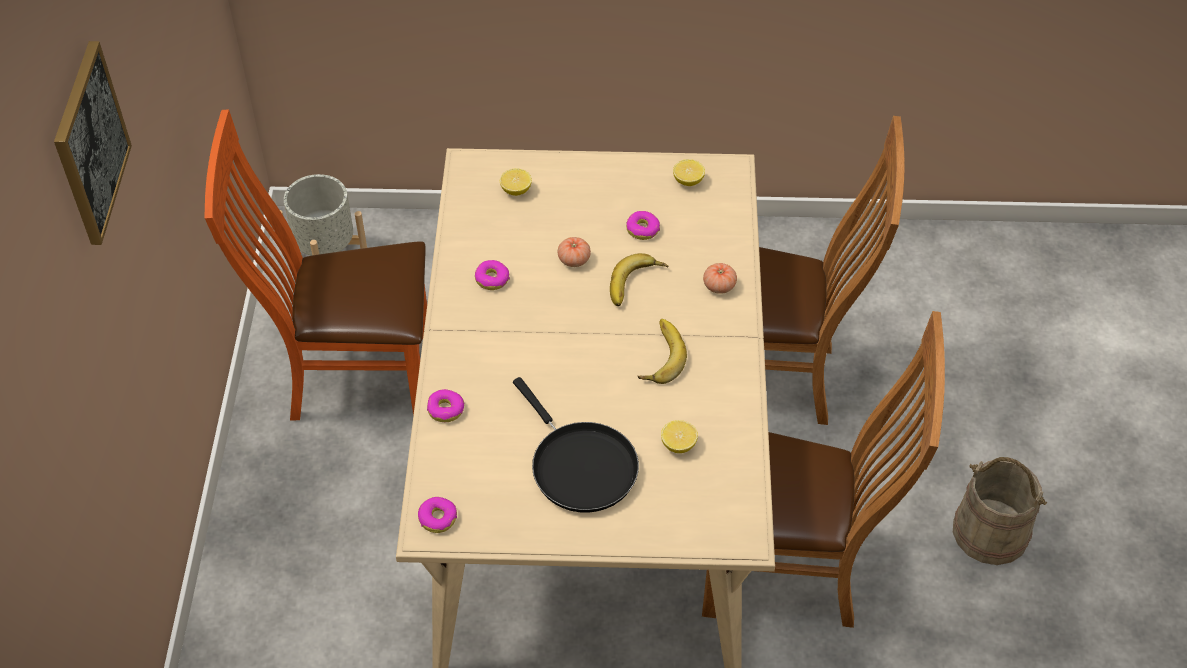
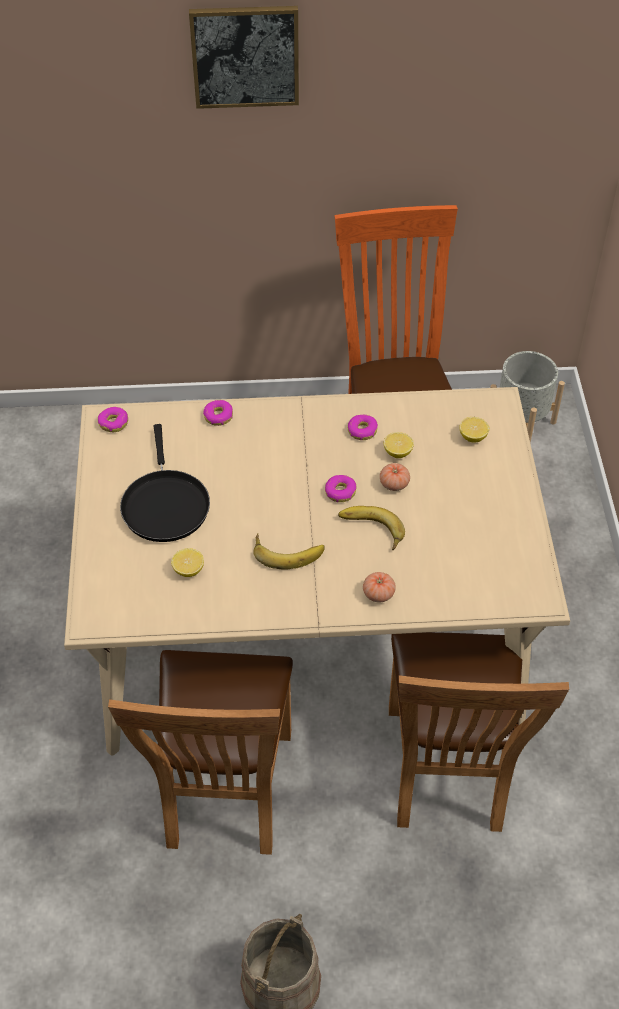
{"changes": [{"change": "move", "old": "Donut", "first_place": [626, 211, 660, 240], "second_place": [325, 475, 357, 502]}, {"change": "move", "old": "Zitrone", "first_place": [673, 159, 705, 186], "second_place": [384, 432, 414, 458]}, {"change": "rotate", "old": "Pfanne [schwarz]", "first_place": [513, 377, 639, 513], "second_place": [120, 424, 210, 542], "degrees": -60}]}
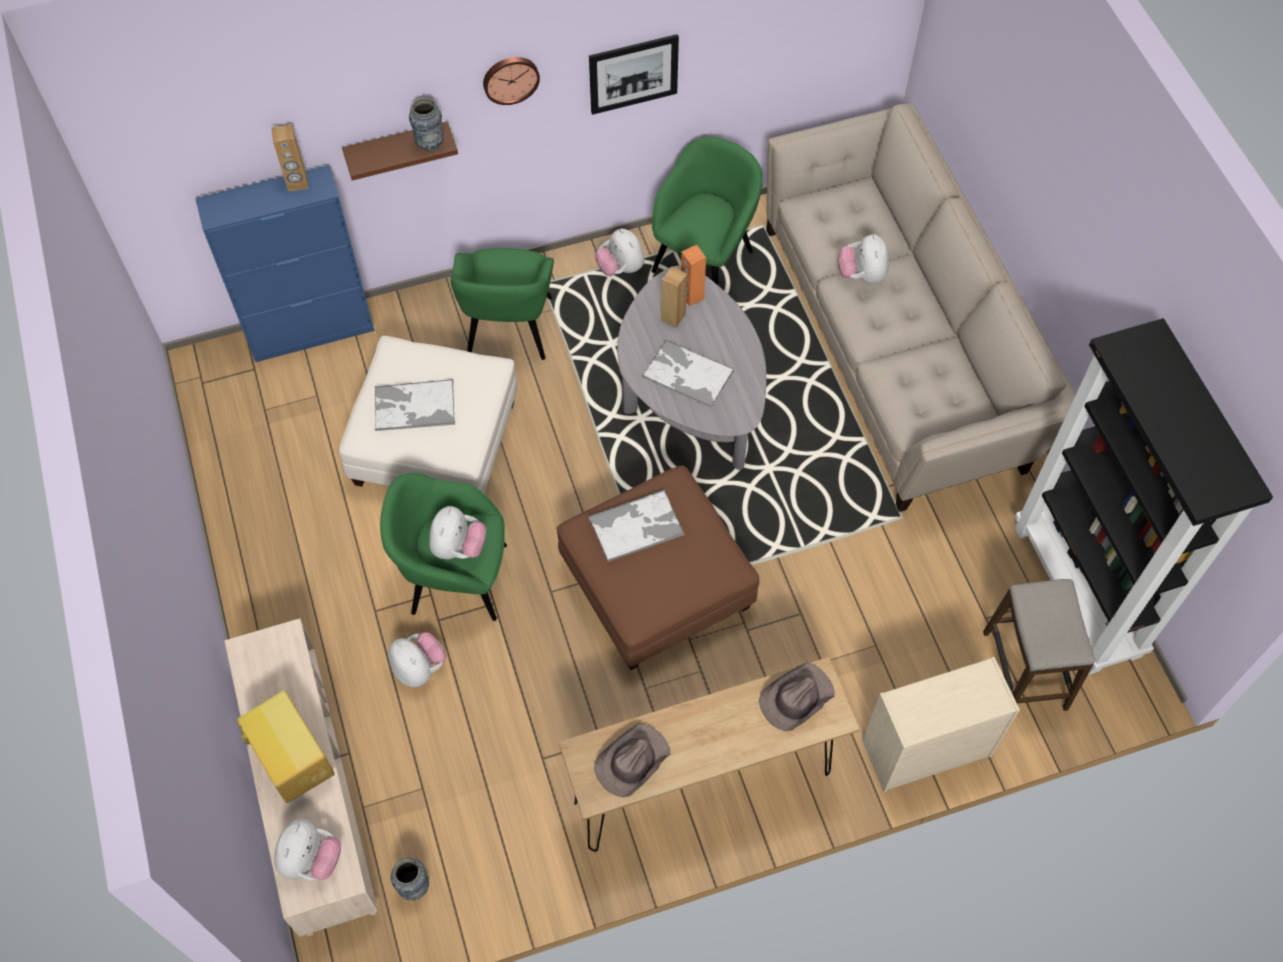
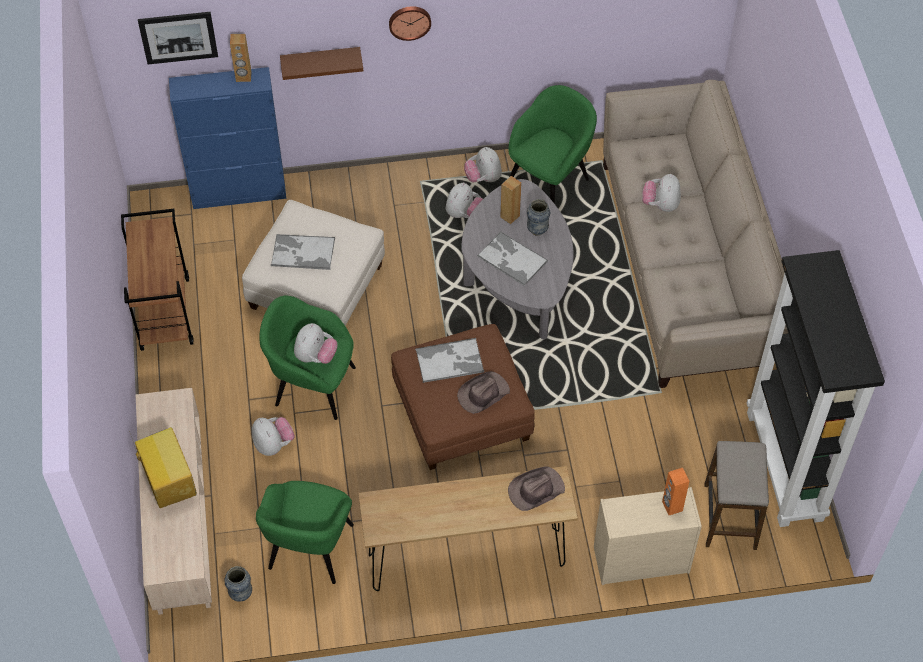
{"changes": [{"change": "insert", "new": "Rollwagen [braun]", "second_place": [121, 209, 194, 351]}, {"change": "move", "old": "Plüschtier", "first_place": [274, 818, 341, 881], "second_place": [446, 182, 483, 218]}, {"change": "move", "old": "Vase", "first_place": [409, 97, 444, 152], "second_place": [527, 199, 551, 236]}, {"change": "move", "old": "Sessel [grün]", "first_place": [451, 248, 554, 360], "second_place": [256, 481, 354, 584]}, {"change": "move", "old": "Bild", "first_place": [589, 34, 679, 115], "second_place": [138, 12, 218, 65]}, {"change": "move", "old": "Hut [braun]", "first_place": [594, 723, 670, 798], "second_place": [457, 371, 510, 414]}, {"change": "move", "old": "Lautsprecher [orange]", "first_place": [681, 245, 706, 306], "second_place": [662, 468, 689, 515]}]}
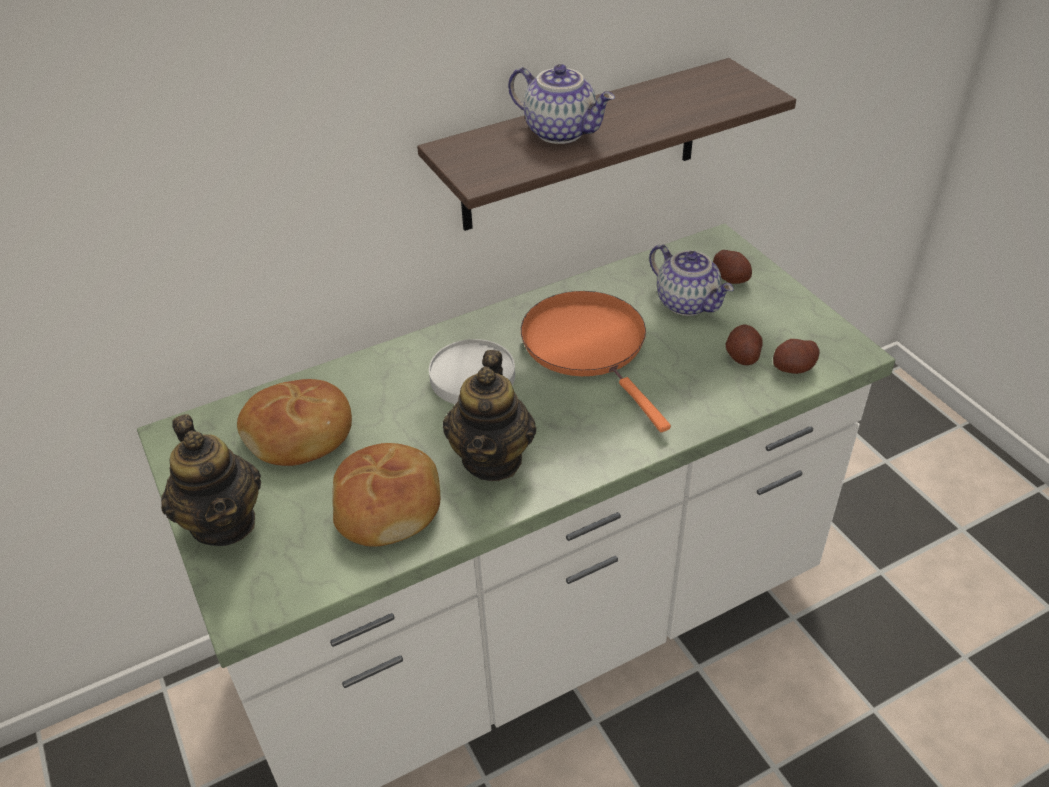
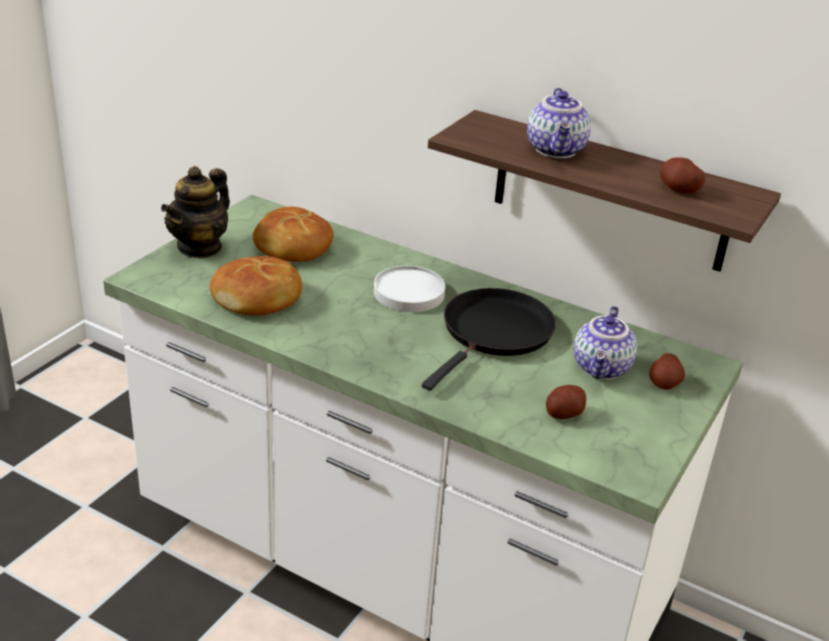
{"changes": [{"change": "delete", "old": "Teekanne", "first_place": [443, 350, 536, 481]}, {"change": "move", "old": "Kartoffel", "first_place": [773, 339, 819, 374], "second_place": [660, 157, 705, 194]}, {"change": "recolor", "old": "Pfanne [orange]", "new": "Pfanne [schwarz]", "first_place": [521, 291, 671, 432], "second_place": [422, 288, 556, 391]}]}
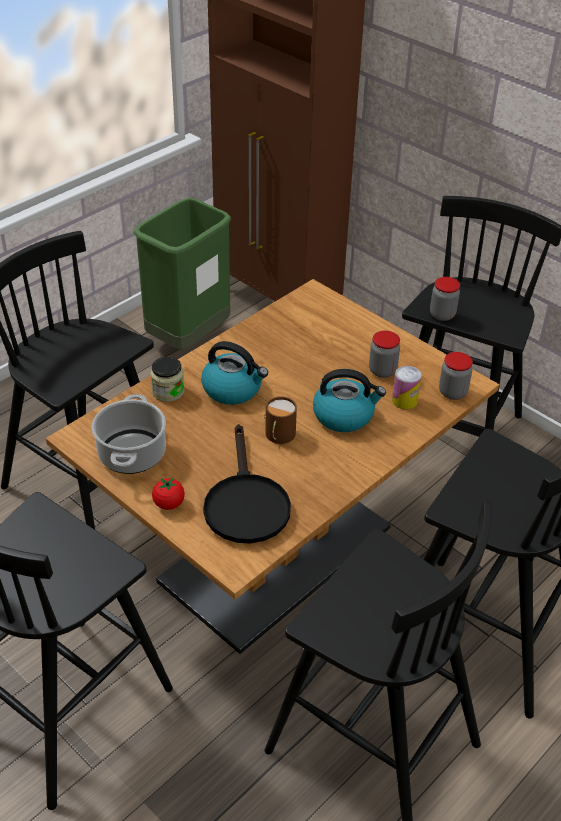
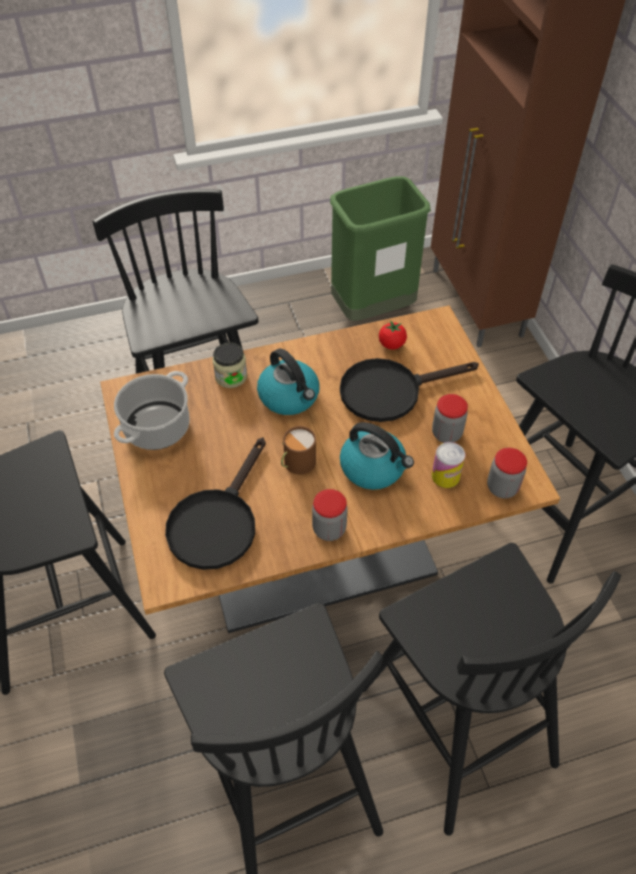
{"changes": [{"change": "insert", "new": "Pfanne [schwarz]", "second_place": [340, 358, 479, 422]}, {"change": "move", "old": "Tomate", "first_place": [152, 477, 185, 510], "second_place": [379, 321, 407, 350]}, {"change": "move", "old": "Vorratsglas", "first_place": [430, 277, 460, 321], "second_place": [312, 489, 347, 541]}]}
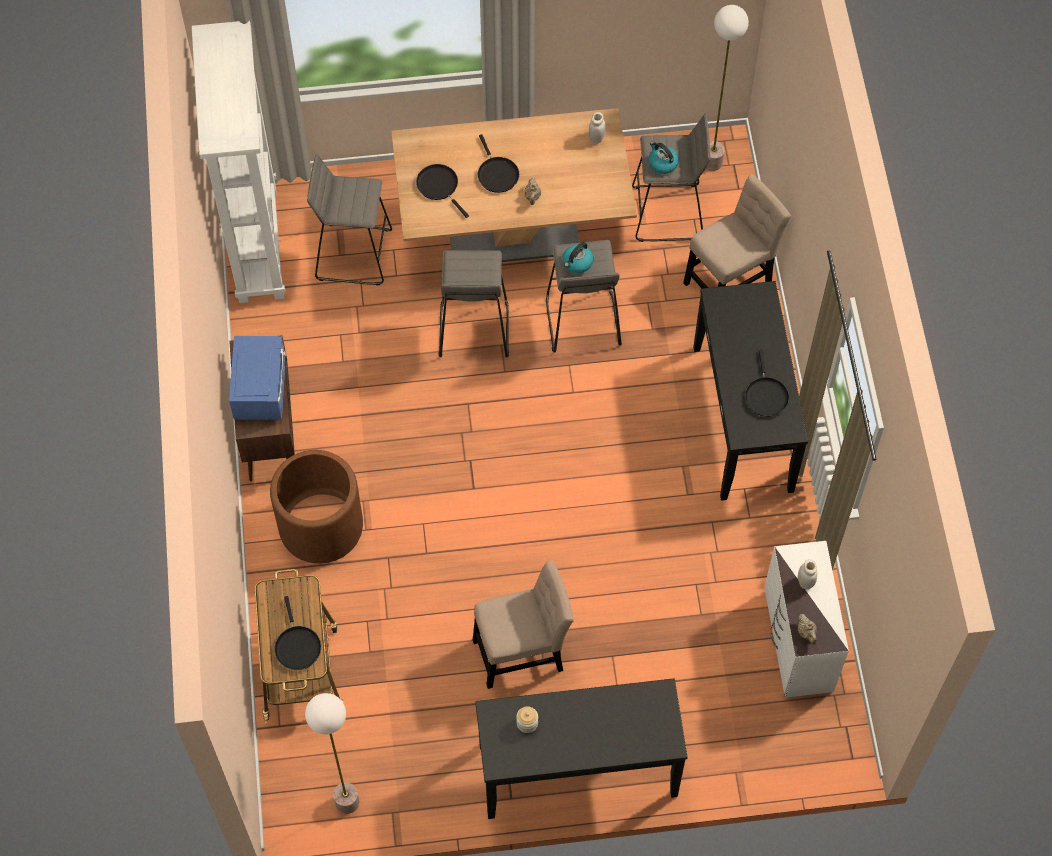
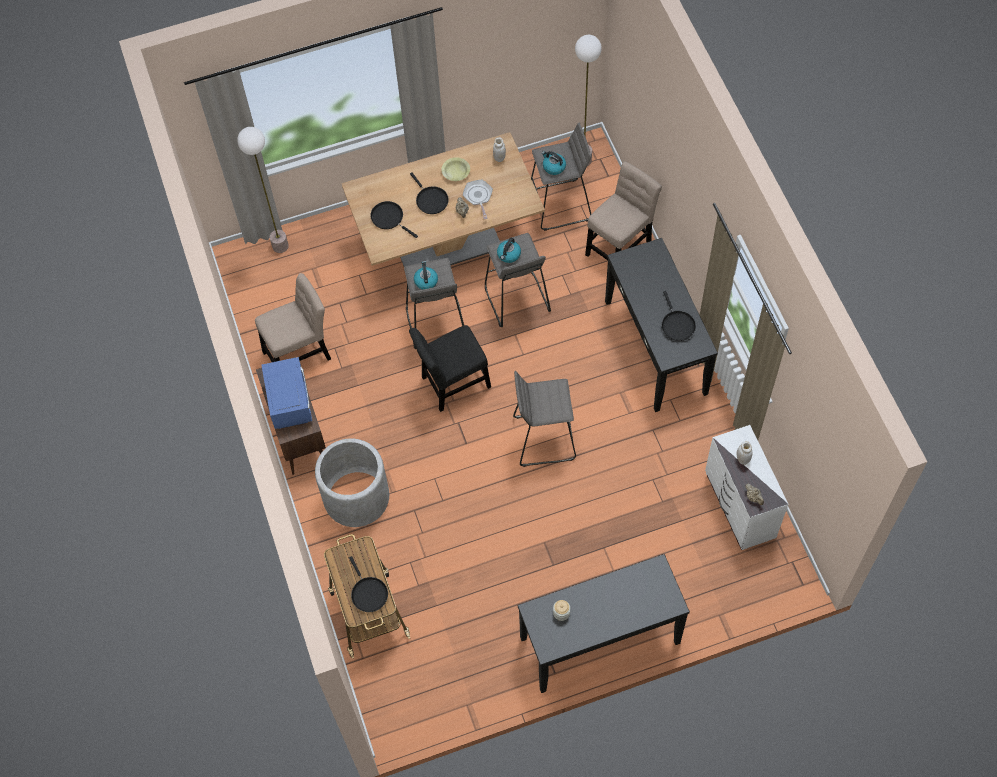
{"changes": [{"change": "delete", "old": "Bücherregal [weiß]", "first_place": [191, 20, 285, 303]}, {"change": "insert", "new": "Stuhl [schwarz]", "second_place": [409, 325, 491, 412]}, {"change": "insert", "new": "Wasserkessel", "second_place": [414, 261, 438, 290]}, {"change": "insert", "new": "Schüssel [gelb]", "second_place": [441, 157, 470, 181]}, {"change": "insert", "new": "Pfanne", "second_place": [463, 180, 493, 219]}, {"change": "move", "old": "Stehlampe", "first_place": [305, 693, 359, 814], "second_place": [237, 127, 289, 253]}, {"change": "move", "old": "Hocker [grau]", "first_place": [307, 154, 392, 285], "second_place": [513, 371, 576, 467]}, {"change": "move", "old": "Stuhl [beige]", "first_place": [473, 561, 574, 689], "second_place": [255, 273, 331, 362]}, {"change": "recolor", "old": "Pflanzkübel [braun]", "new": "Pflanzkübel [grau]", "first_place": [270, 450, 363, 564], "second_place": [315, 438, 389, 527]}]}
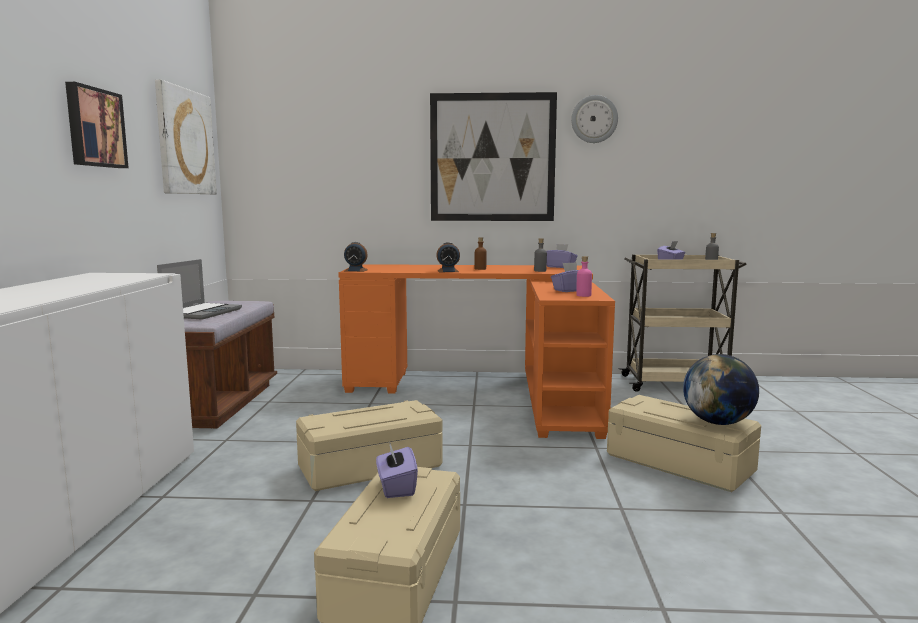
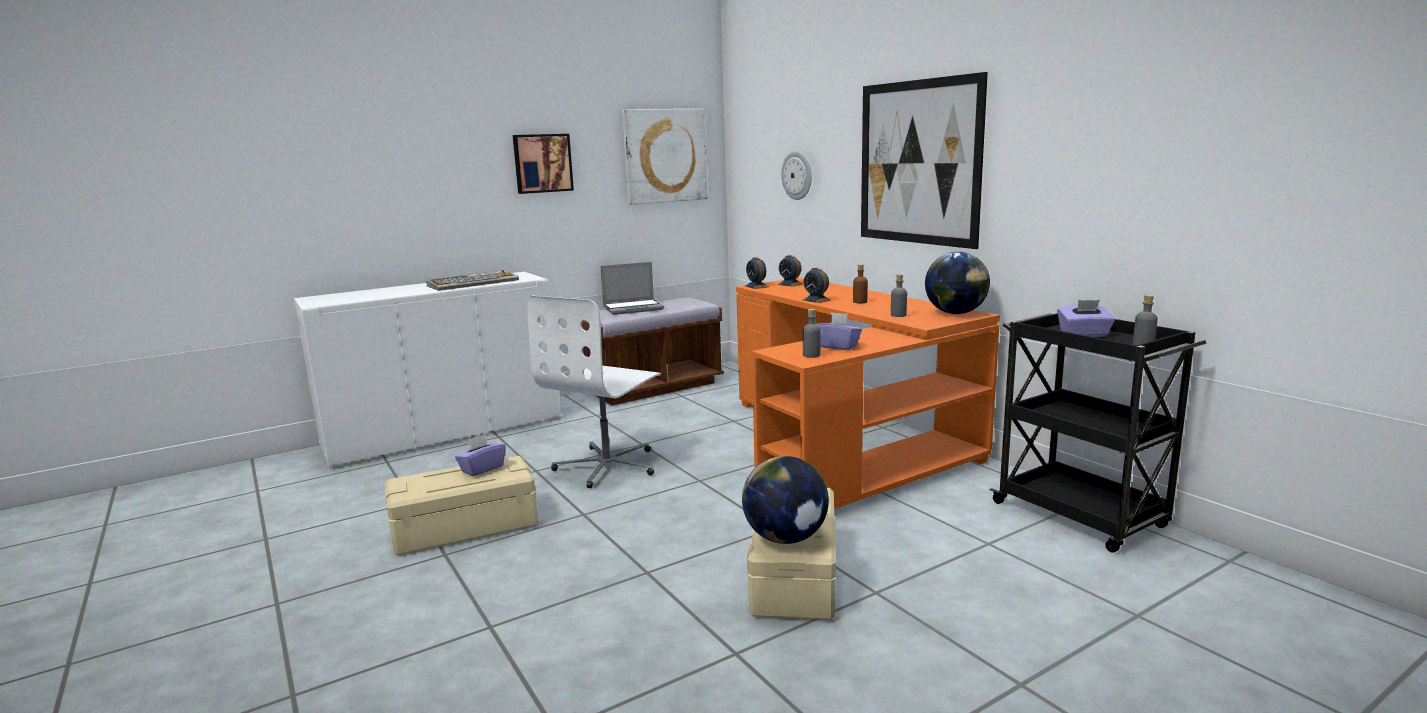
{"changes": [{"change": "insert", "new": "Tastatur", "second_place": [426, 270, 519, 291]}, {"change": "insert", "new": "Wecker", "second_place": [777, 255, 803, 287]}, {"change": "move", "old": "Wanduhr", "first_place": [571, 95, 618, 143], "second_place": [781, 151, 812, 200]}, {"change": "replace", "old": "Aufbewahrungsbox [beige]", "new": "Bürostuhl [weiß]", "first_place": [296, 400, 443, 491], "second_place": [528, 295, 661, 489]}, {"change": "replace", "old": "Taschentuchbox [lila]", "new": "Globus", "first_place": [546, 244, 578, 268], "second_place": [925, 252, 990, 314]}, {"change": "recolor", "old": "Flasche [rosa]", "new": "Flasche [grau]", "first_place": [576, 256, 592, 297], "second_place": [803, 309, 821, 358]}, {"change": "recolor", "old": "Rollwagen [beige]", "new": "Rollwagen [schwarz]", "first_place": [618, 254, 747, 392], "second_place": [989, 313, 1206, 553]}]}
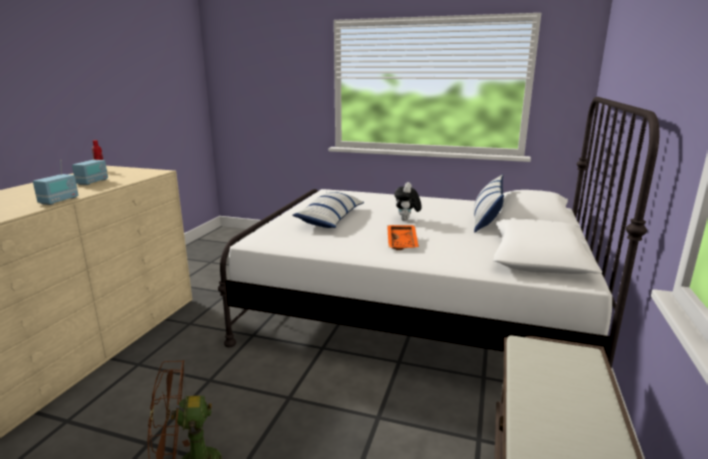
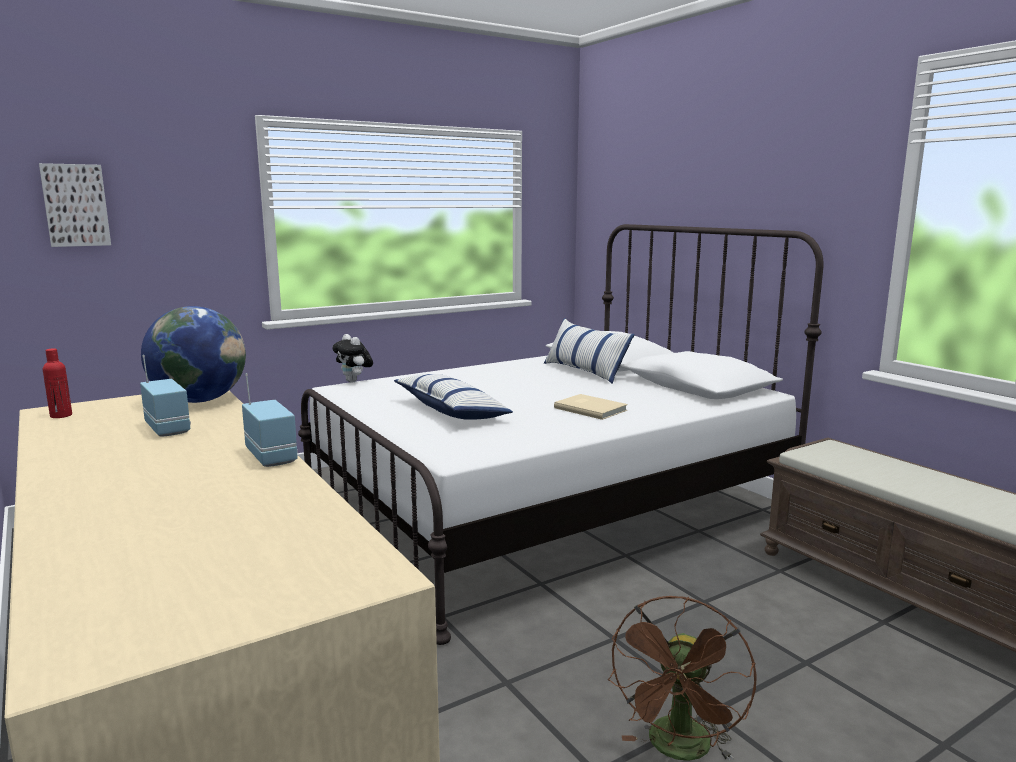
{"changes": [{"change": "insert", "new": "Bild", "second_place": [39, 163, 111, 247]}, {"change": "insert", "new": "Globus", "second_place": [141, 306, 246, 403]}, {"change": "move", "old": "Plüschtier", "first_place": [394, 182, 422, 221], "second_place": [332, 334, 373, 383]}, {"change": "replace", "old": "Tablett [orange]", "new": "Buch [beige]", "first_place": [387, 225, 419, 250], "second_place": [554, 394, 628, 420]}]}
